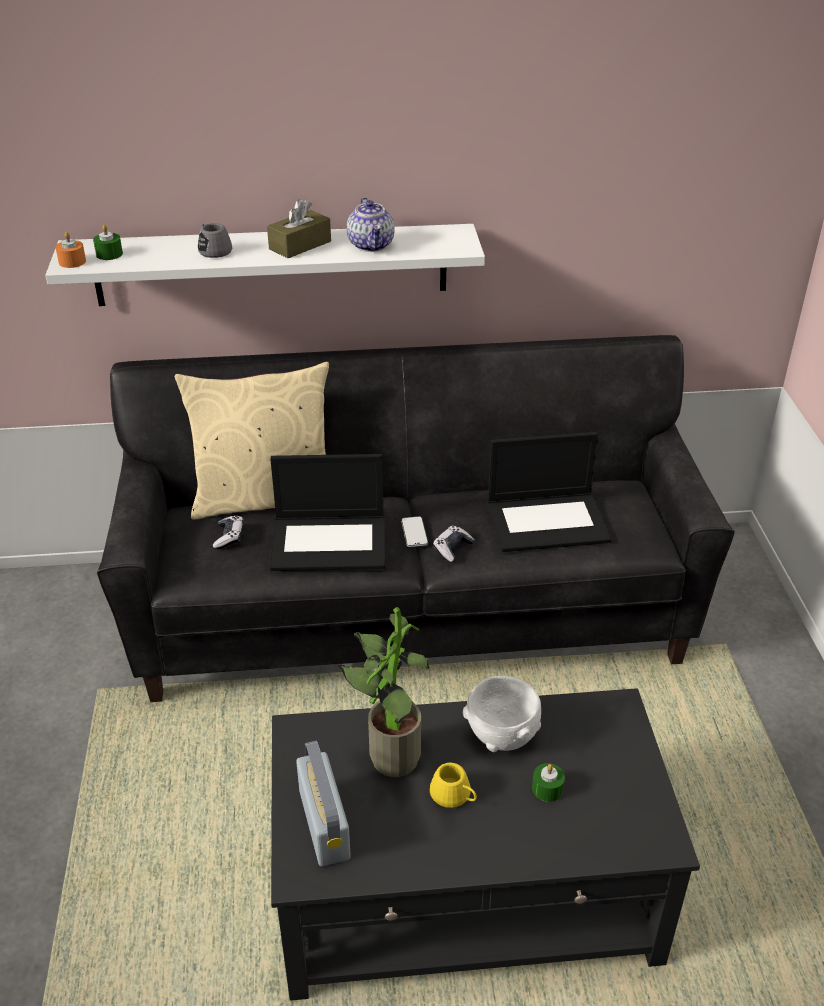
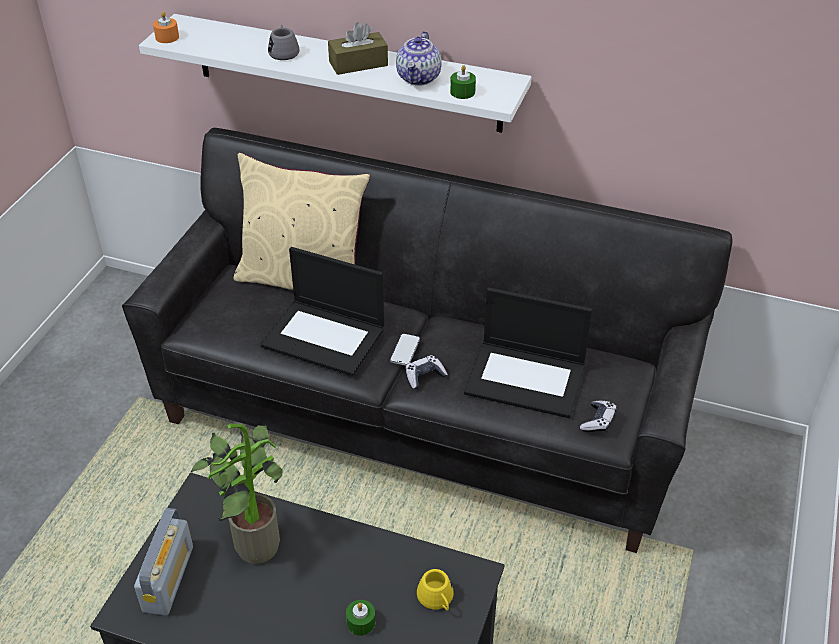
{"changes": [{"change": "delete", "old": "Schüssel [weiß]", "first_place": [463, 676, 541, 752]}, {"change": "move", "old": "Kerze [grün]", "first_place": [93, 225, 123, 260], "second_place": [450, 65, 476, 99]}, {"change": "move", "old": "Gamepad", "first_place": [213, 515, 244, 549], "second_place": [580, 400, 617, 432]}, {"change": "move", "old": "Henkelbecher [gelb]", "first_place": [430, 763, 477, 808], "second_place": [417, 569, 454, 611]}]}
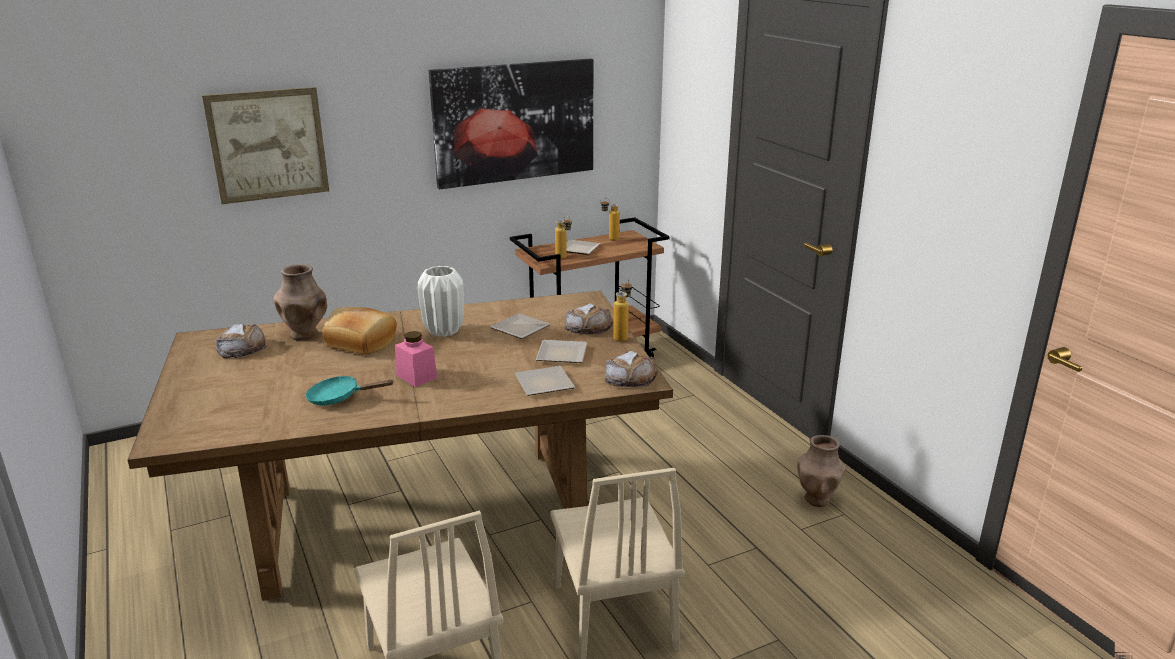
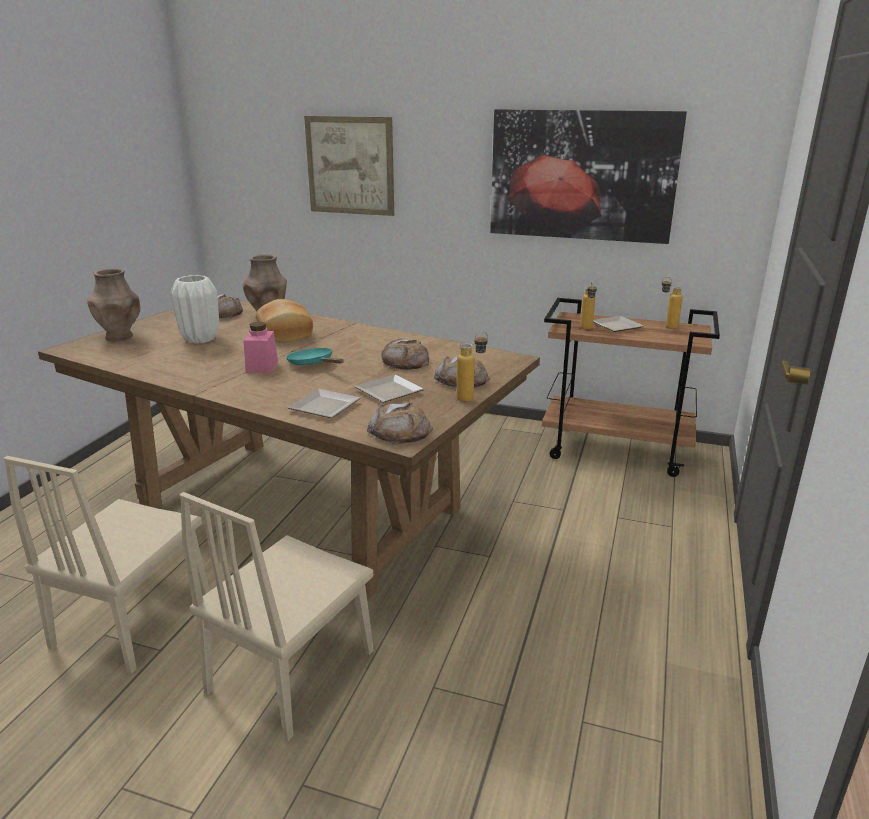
{"changes": [{"change": "move", "old": "Pfanne [türkis]", "first_place": [305, 376, 393, 405], "second_place": [286, 348, 343, 365]}, {"change": "move", "old": "Vase [weiß]", "first_place": [418, 266, 464, 337], "second_place": [170, 275, 219, 343]}, {"change": "move", "old": "Vase [braun]", "first_place": [797, 435, 846, 507], "second_place": [87, 268, 140, 341]}, {"change": "replace", "old": "Teller", "new": "Brot", "first_place": [490, 313, 550, 339], "second_place": [381, 338, 429, 370]}]}
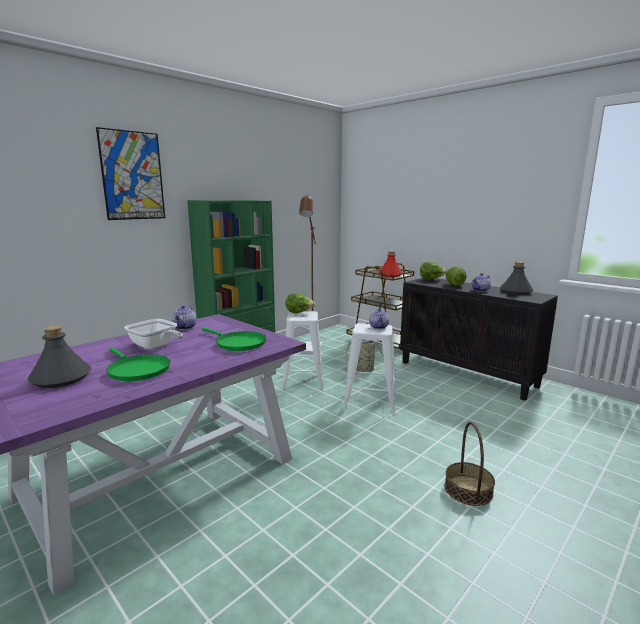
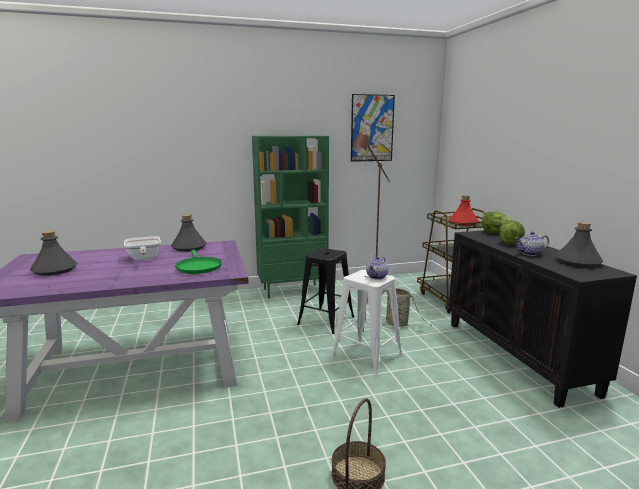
{"changes": [{"change": "delete", "old": "Pfanne [grün]", "first_place": [106, 348, 170, 381]}, {"change": "delete", "old": "Salatkopf", "first_place": [286, 293, 315, 313]}, {"change": "move", "old": "Bild", "first_place": [96, 127, 165, 220], "second_place": [351, 94, 395, 162]}, {"change": "replace", "old": "Teekanne", "new": "Flasche [grau]", "first_place": [172, 306, 196, 330], "second_place": [171, 214, 207, 252]}, {"change": "recolor", "old": "Hocker [weiß]", "new": "Hocker [schwarz]", "first_place": [281, 311, 324, 392], "second_place": [297, 248, 354, 334]}]}
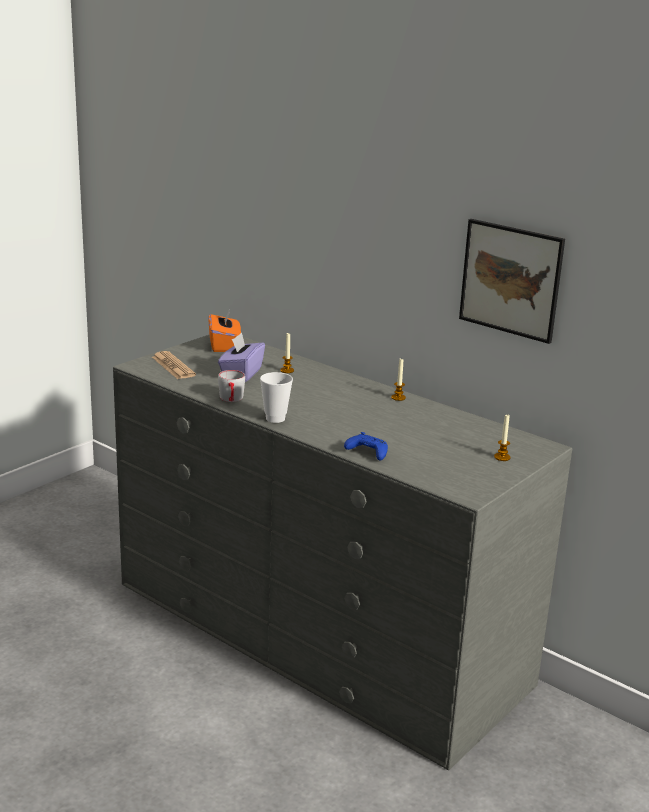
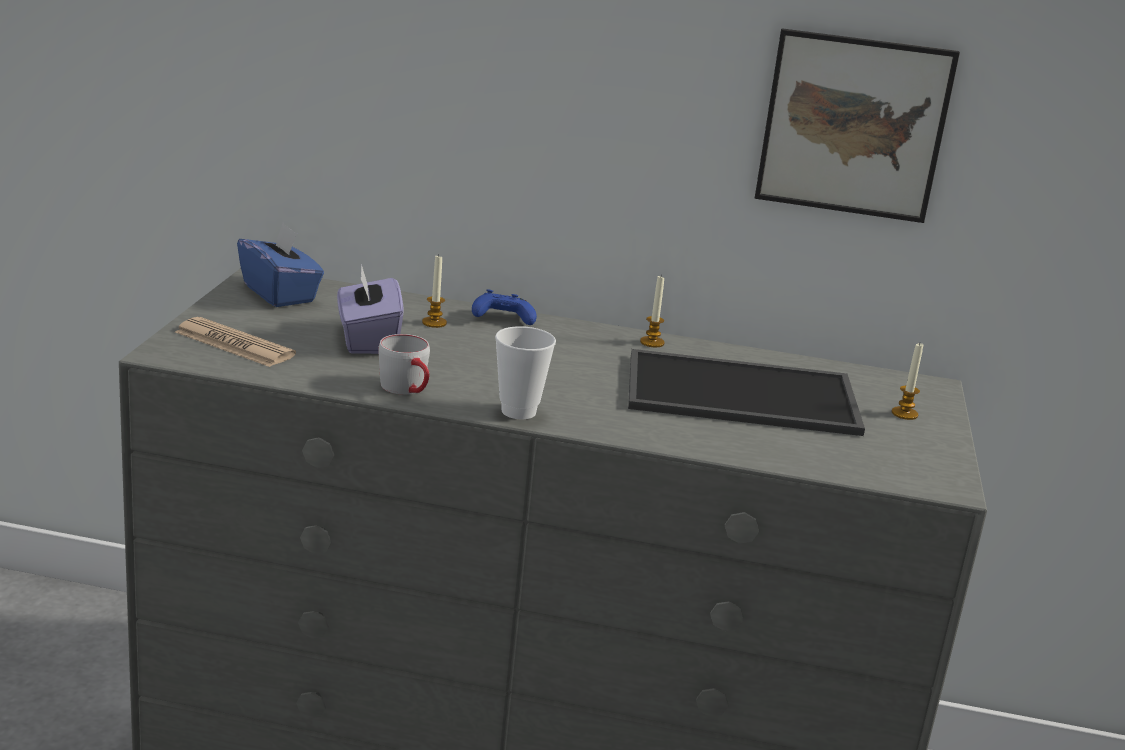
{"changes": [{"change": "insert", "new": "Tablett", "second_place": [628, 349, 865, 436]}, {"change": "move", "old": "Gamepad [blau]", "first_place": [344, 432, 388, 461], "second_place": [472, 289, 537, 325]}, {"change": "recolor", "old": "Taschentuchbox [orange]", "new": "Taschentuchbox [blau]", "first_place": [208, 308, 241, 352], "second_place": [237, 223, 324, 307]}]}
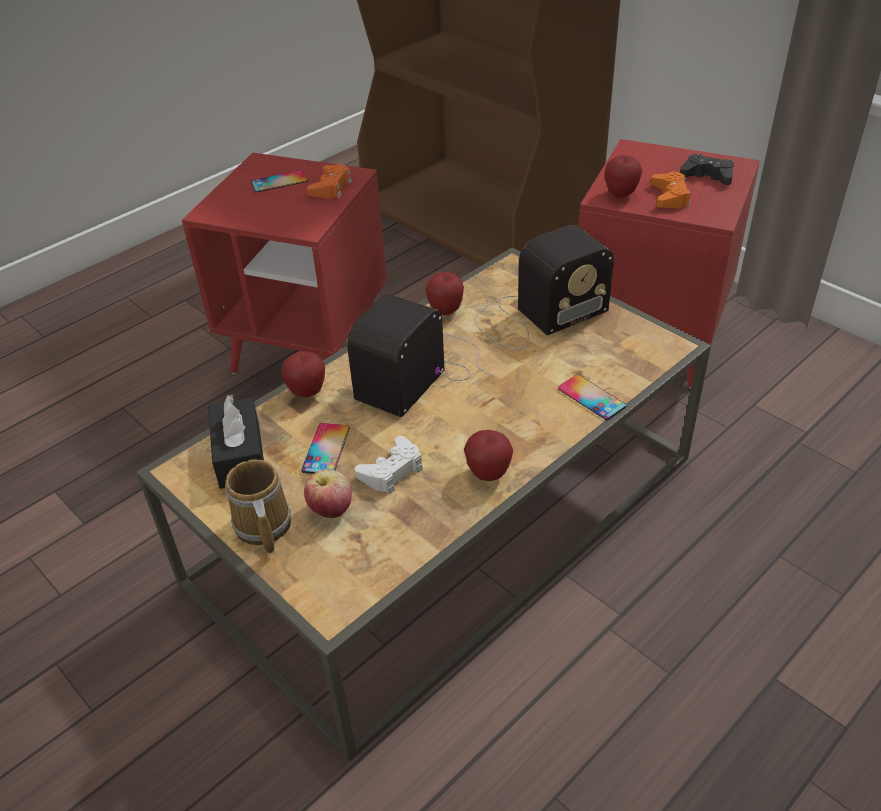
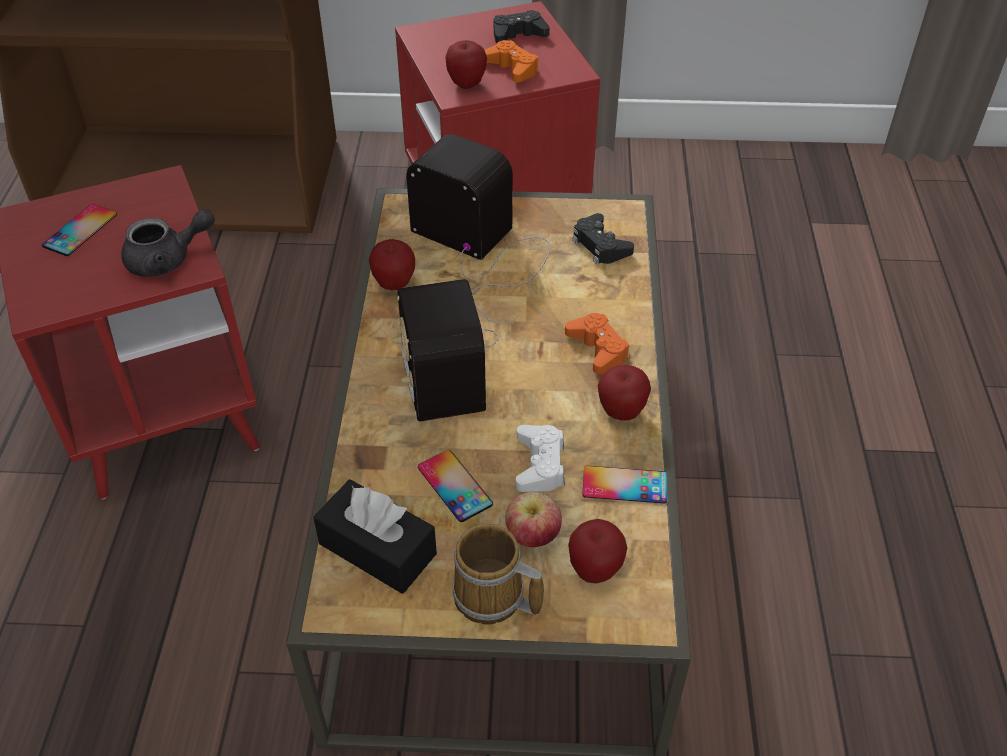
{"changes": [{"change": "insert", "new": "Teekanne [grau]", "second_place": [121, 209, 215, 277]}, {"change": "insert", "new": "Gamepad [schwarz]", "second_place": [572, 213, 634, 264]}, {"change": "move", "old": "Apfel", "first_place": [282, 351, 325, 397], "second_place": [568, 519, 627, 583]}, {"change": "move", "old": "Gamepad [orange]", "first_place": [307, 164, 352, 199], "second_place": [565, 313, 629, 374]}, {"change": "move", "old": "Handy", "first_place": [558, 374, 627, 420], "second_place": [583, 465, 667, 504]}, {"change": "rotate", "old": "Radio", "first_place": [475, 225, 614, 349], "second_place": [406, 134, 550, 292], "degrees": -75}]}
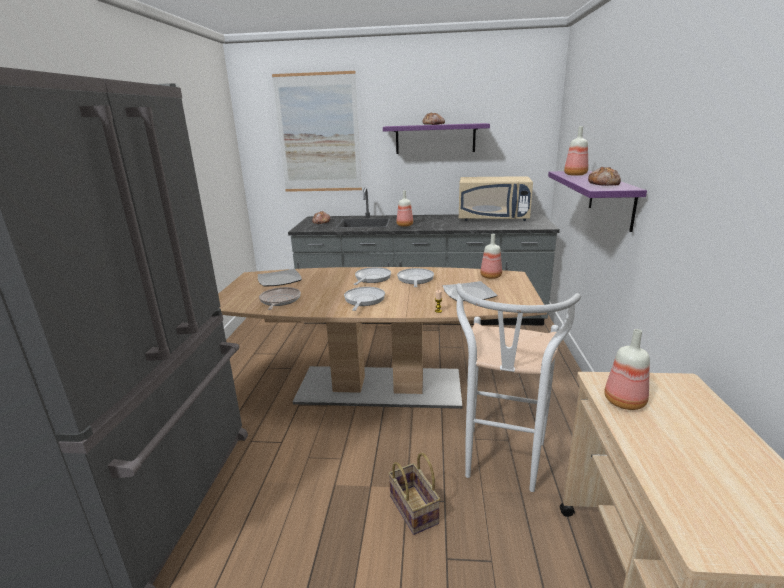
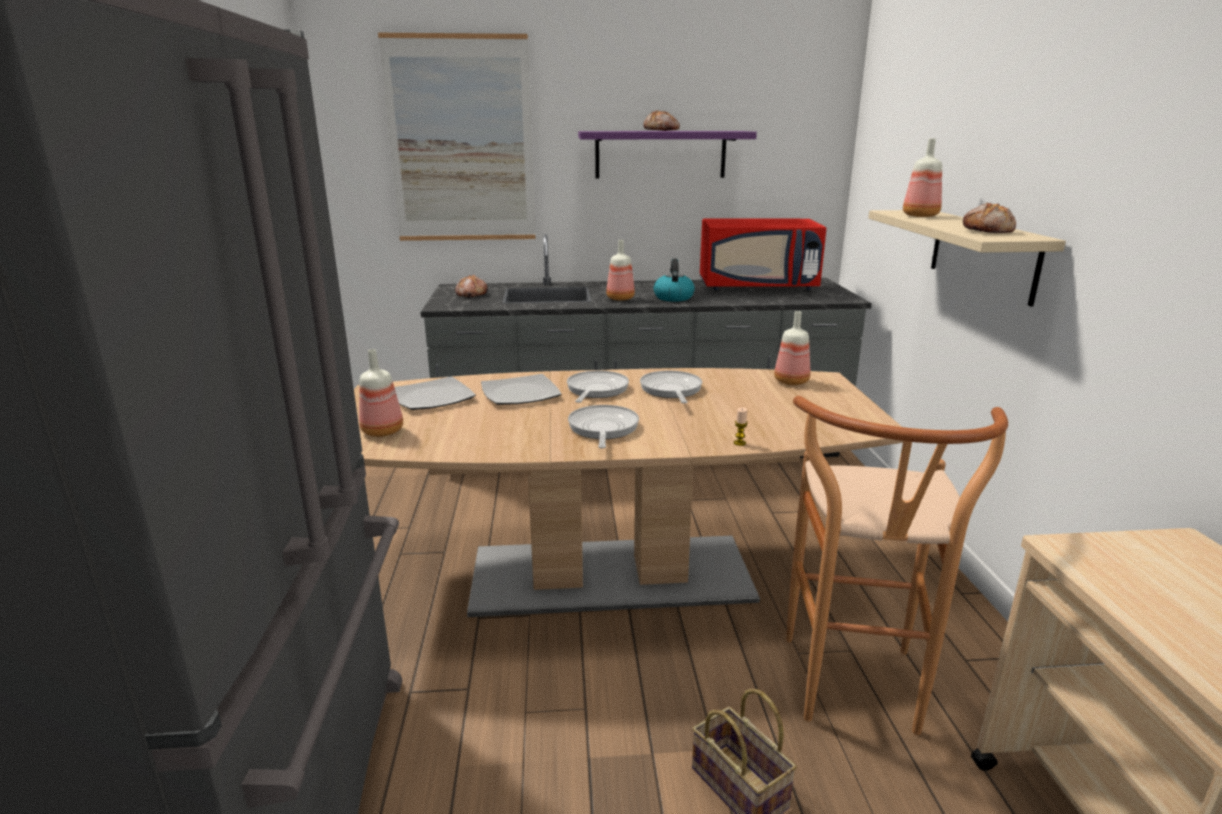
{"changes": [{"change": "delete", "old": "Pfanne", "first_place": [259, 287, 301, 310]}, {"change": "insert", "new": "Wasserkessel", "second_place": [654, 258, 695, 302]}, {"change": "move", "old": "Teller", "first_place": [443, 281, 498, 301], "second_place": [481, 374, 561, 405]}, {"change": "move", "old": "Flasche", "first_place": [604, 329, 650, 410], "second_place": [359, 349, 403, 437]}, {"change": "recolor", "old": "Hocker [weiß]", "new": "Hocker [braun]", "first_place": [456, 283, 581, 492], "second_place": [786, 396, 1008, 735]}, {"change": "recolor", "old": "Mikrowelle [beige]", "new": "Mikrowelle [rot]", "first_place": [459, 177, 533, 221], "second_place": [700, 218, 827, 290]}, {"change": "recolor", "old": "Wandregal [lila]", "new": "Wandregal [beige]", "first_place": [548, 171, 647, 232], "second_place": [868, 210, 1066, 306]}]}
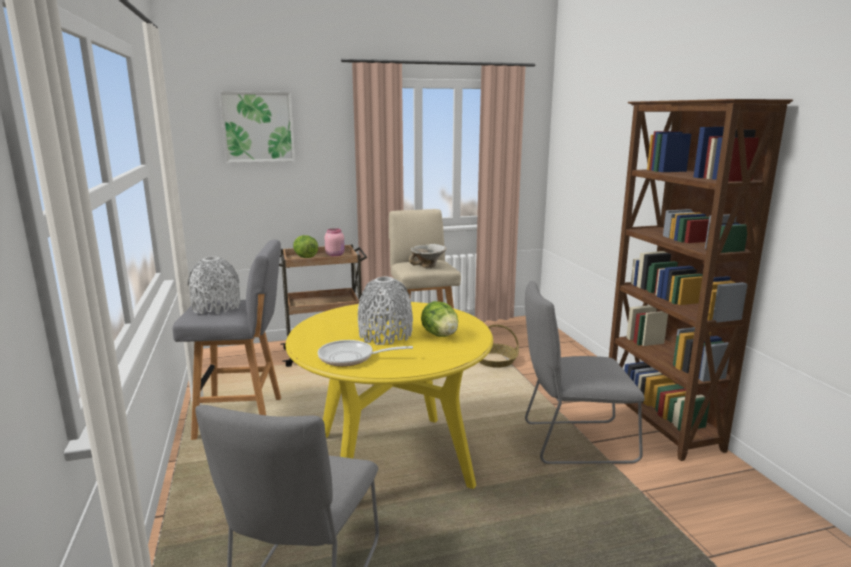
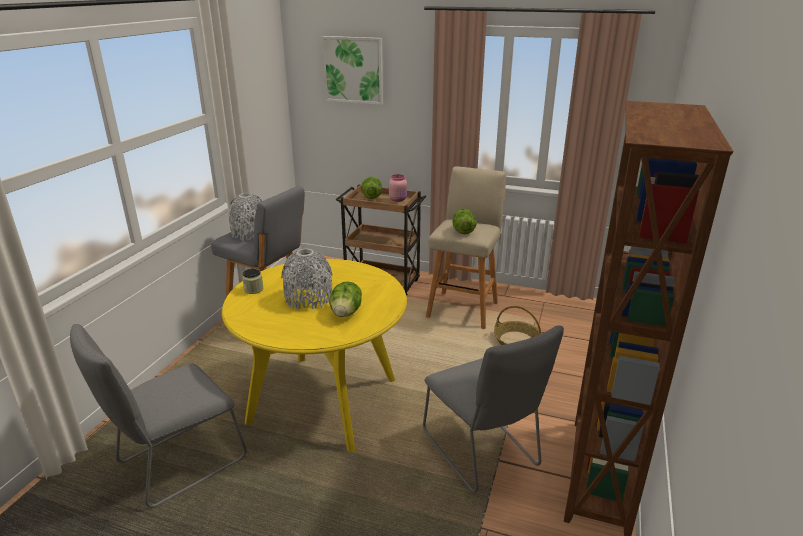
{"changes": [{"change": "delete", "old": "Pfanne", "first_place": [318, 340, 413, 367]}, {"change": "insert", "new": "Vorratsglas", "second_place": [242, 268, 263, 294]}, {"change": "replace", "old": "Schüssel", "new": "Salatkopf", "first_place": [409, 244, 447, 268], "second_place": [452, 209, 477, 234]}, {"change": "rotate", "old": "Stuhl [grau]", "first_place": [525, 281, 645, 464], "second_place": [423, 325, 564, 493], "degrees": -150}]}
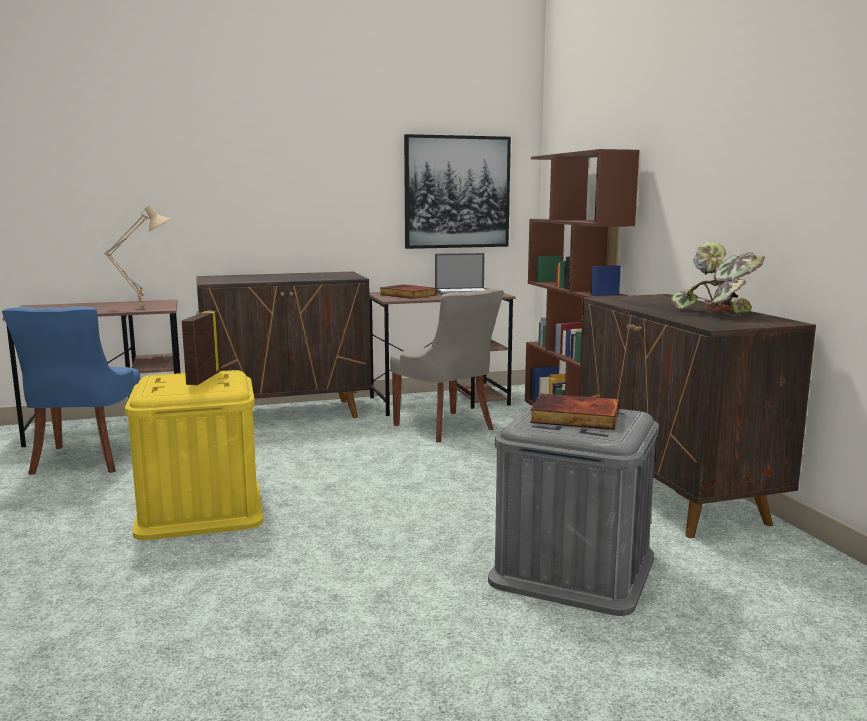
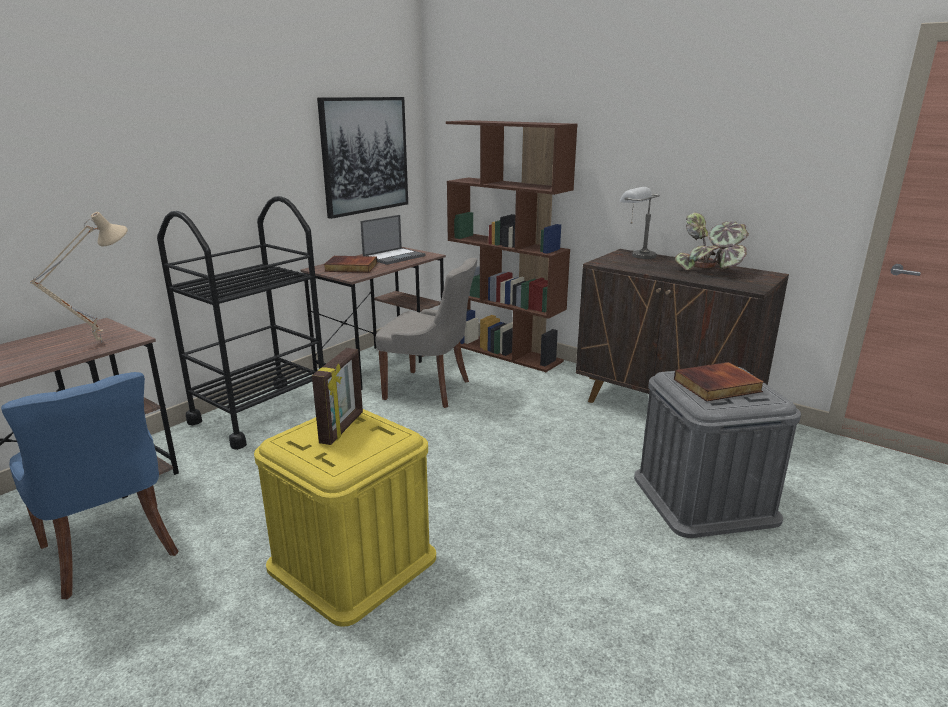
{"changes": [{"change": "insert", "new": "Tischlampe [grau]", "second_place": [619, 187, 660, 259]}, {"change": "replace", "old": "Schrank [braun]", "new": "Rollwagen [schwarz]", "first_place": [196, 272, 371, 418], "second_place": [157, 196, 324, 450]}, {"change": "rotate", "old": "Bilderrahmen", "first_place": [182, 311, 222, 385], "second_place": [312, 348, 363, 445], "degrees": -135}]}
